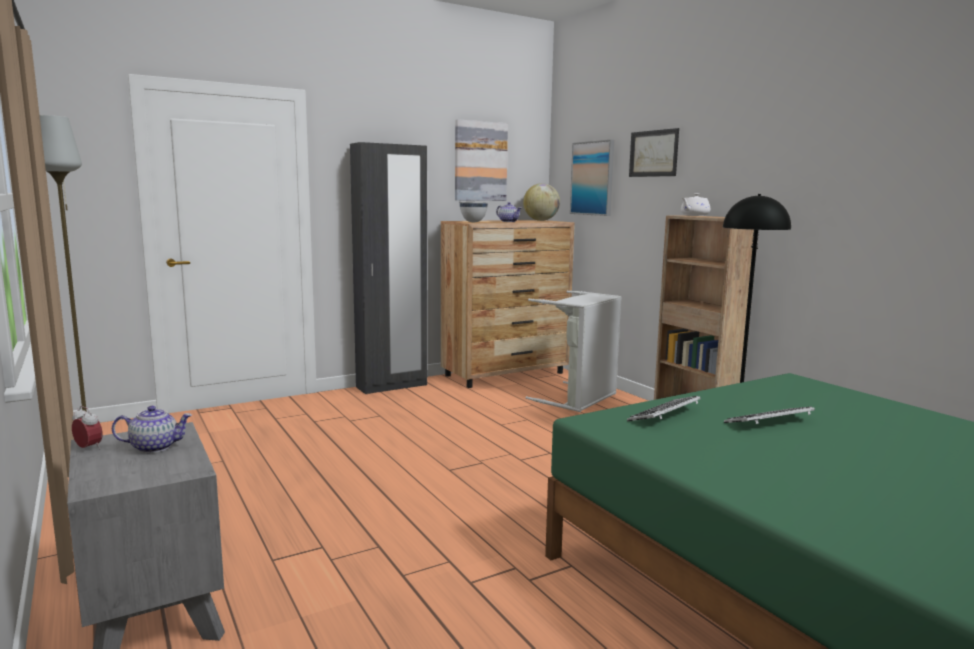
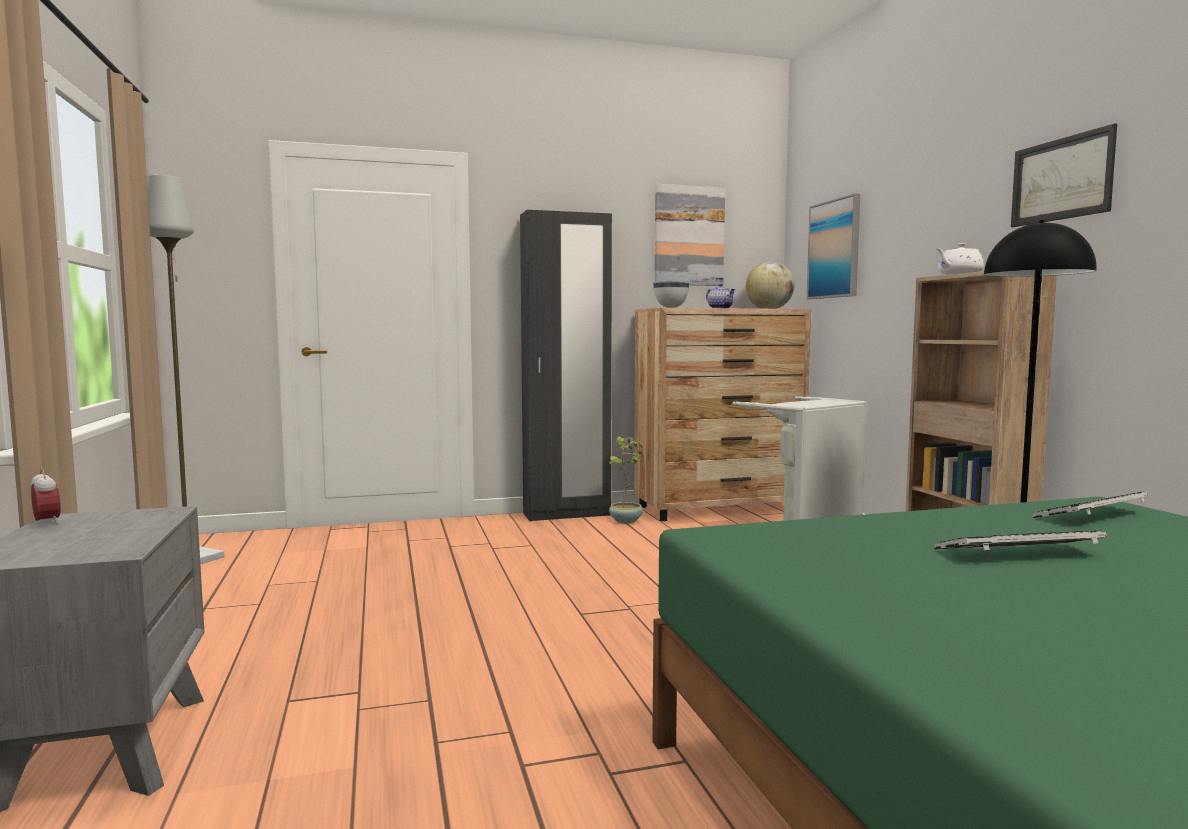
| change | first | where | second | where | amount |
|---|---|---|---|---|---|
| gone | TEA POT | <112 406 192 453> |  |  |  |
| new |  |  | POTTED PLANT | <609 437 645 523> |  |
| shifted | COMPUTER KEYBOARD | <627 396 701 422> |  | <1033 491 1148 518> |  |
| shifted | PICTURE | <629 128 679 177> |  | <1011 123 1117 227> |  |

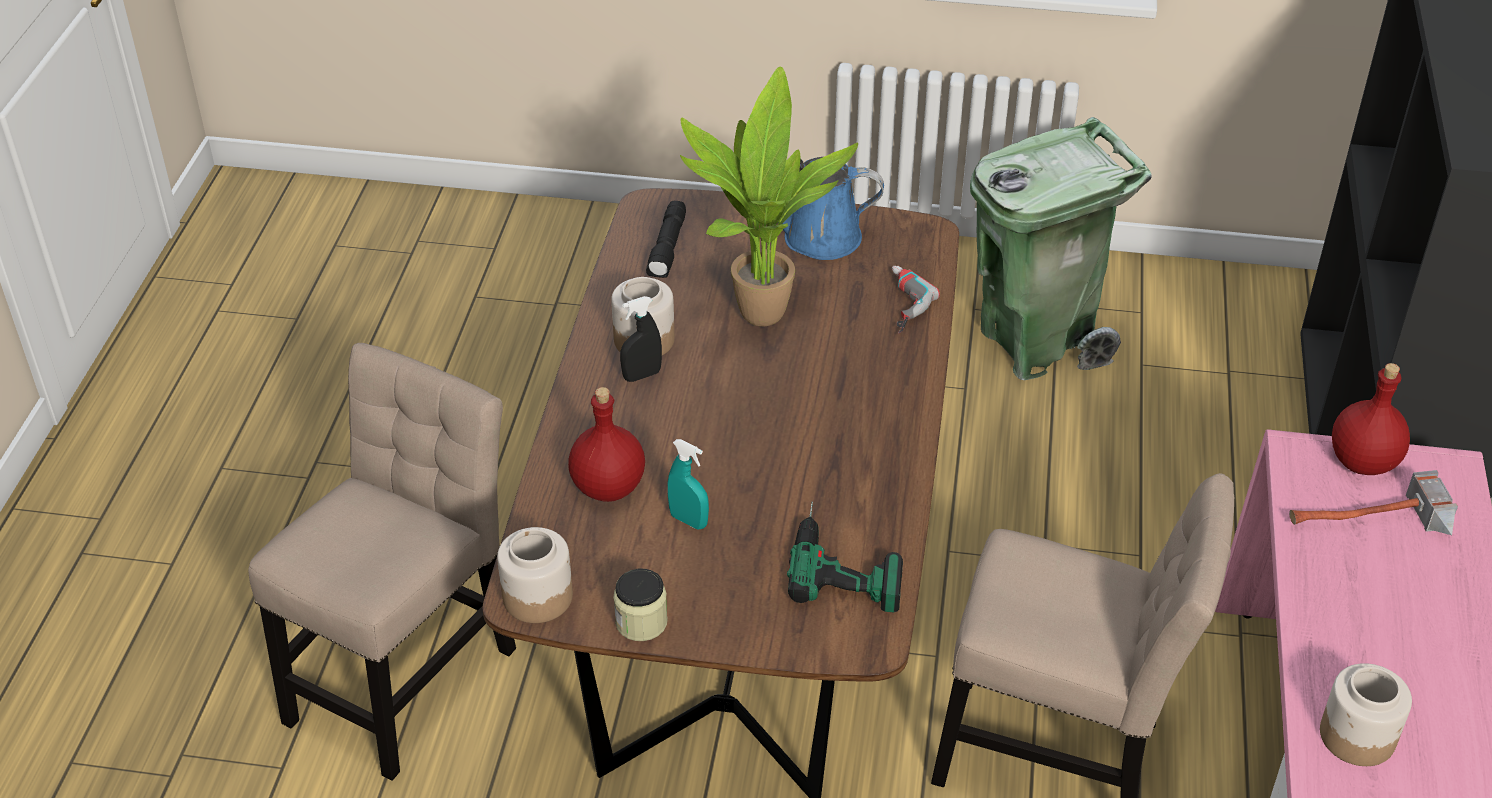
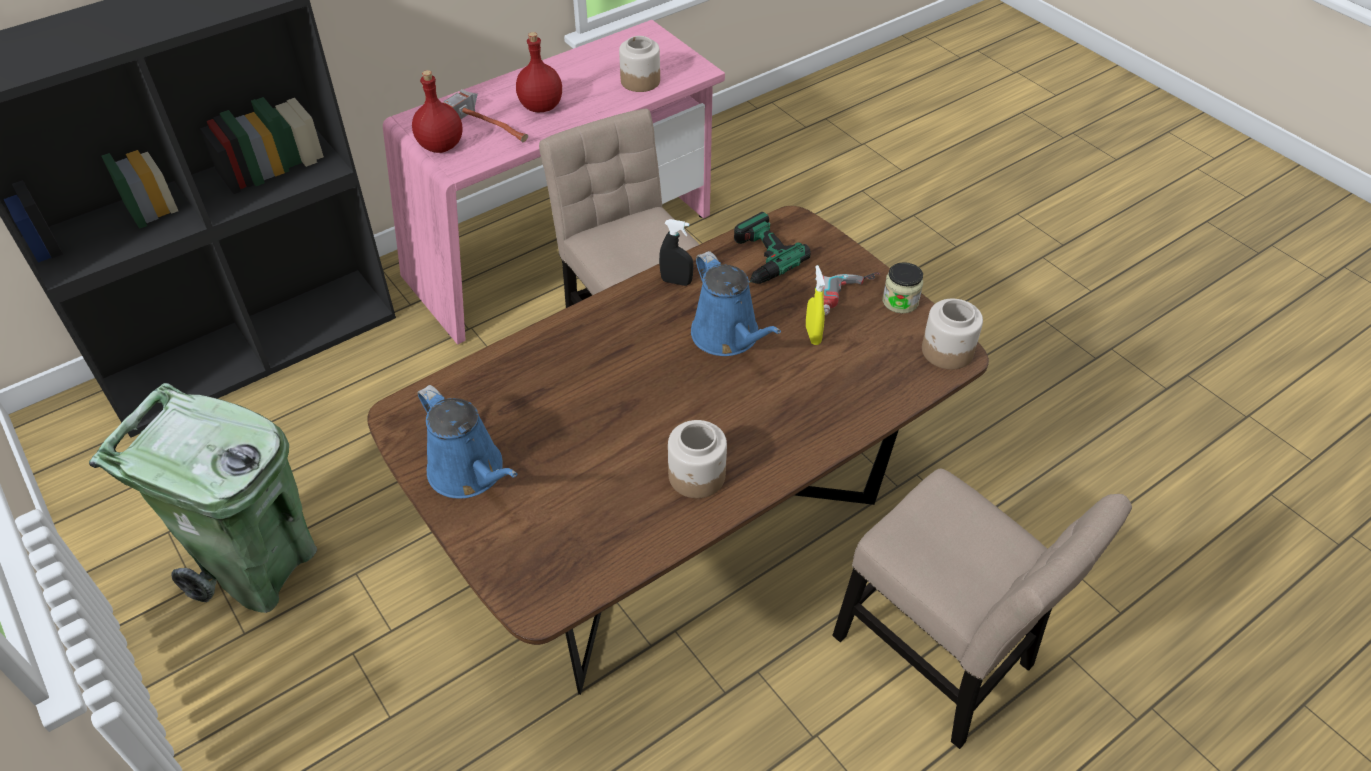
| change | first | where | second | where | amount |
|---|---|---|---|---|---|
| gone | BLACK HAND TORCH | <646 201 686 278> |  |  |  |
| gone | POTTED PLANT | <680 67 858 327> |  |  |  |
| new |  |  | BLUE SPRINKLING CAN | <691 251 781 356> |  |
| shifted | RED BEVERAGE BOTTLE | <568 387 645 502> |  | <516 32 562 112> |  |
| shifted | BLACK HAND SPRAYER | <620 296 662 382> |  | <659 219 693 286> |  |
| shifted | POWER DRILL | <892 266 940 334> |  | <823 272 880 315> |  |
| repainted | BLUE-GREEN HAND SPRAYER | <667 439 709 529> | YELLOW-COLOURED HAND SPRAYER | <806 265 825 345> |  |
| rotated | SAND-COLOURED UPRIGHT CHAIR | <248 343 516 781> |  | <832 468 1132 749> | 120 degrees counterclockwise |

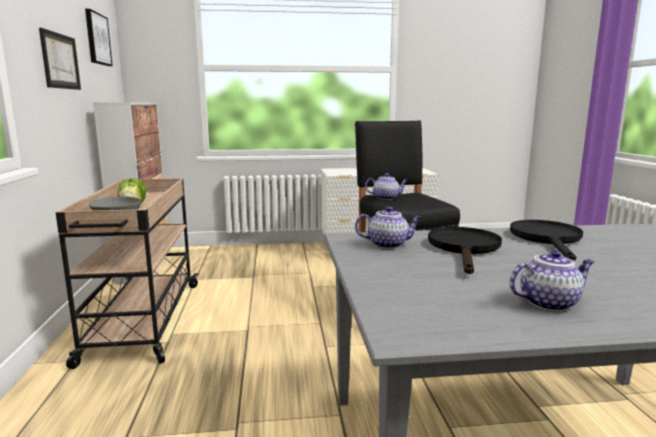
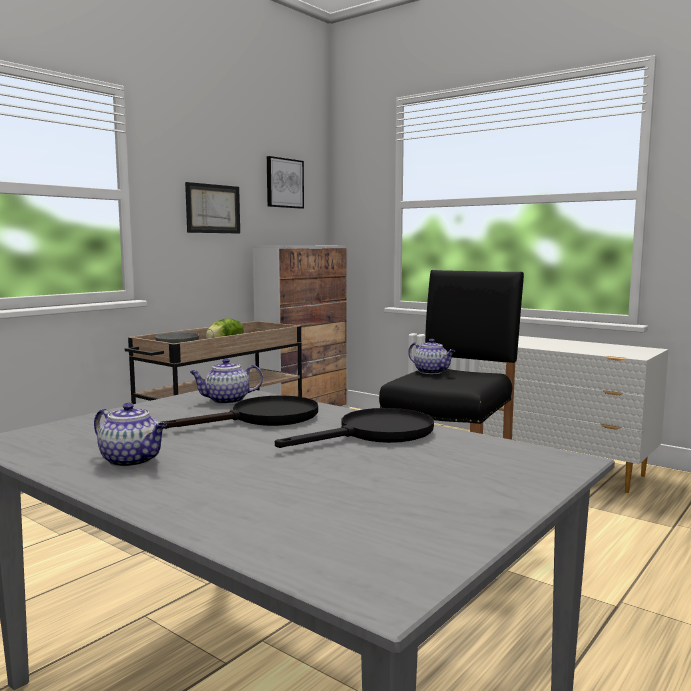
| change | first | where | second | where | amount |
|---|---|---|---|---|---|
| rotated | TEA POT | <355 206 422 249> |  | <189 358 263 404> | 120 degrees clockwise |

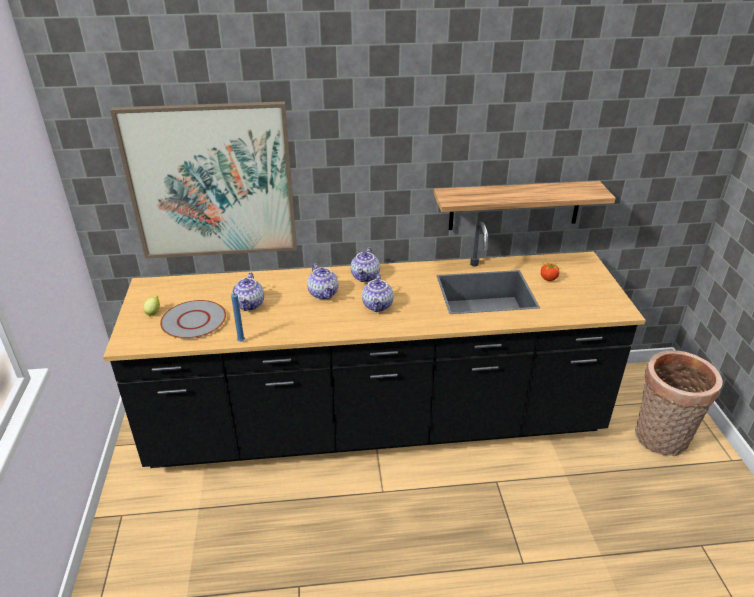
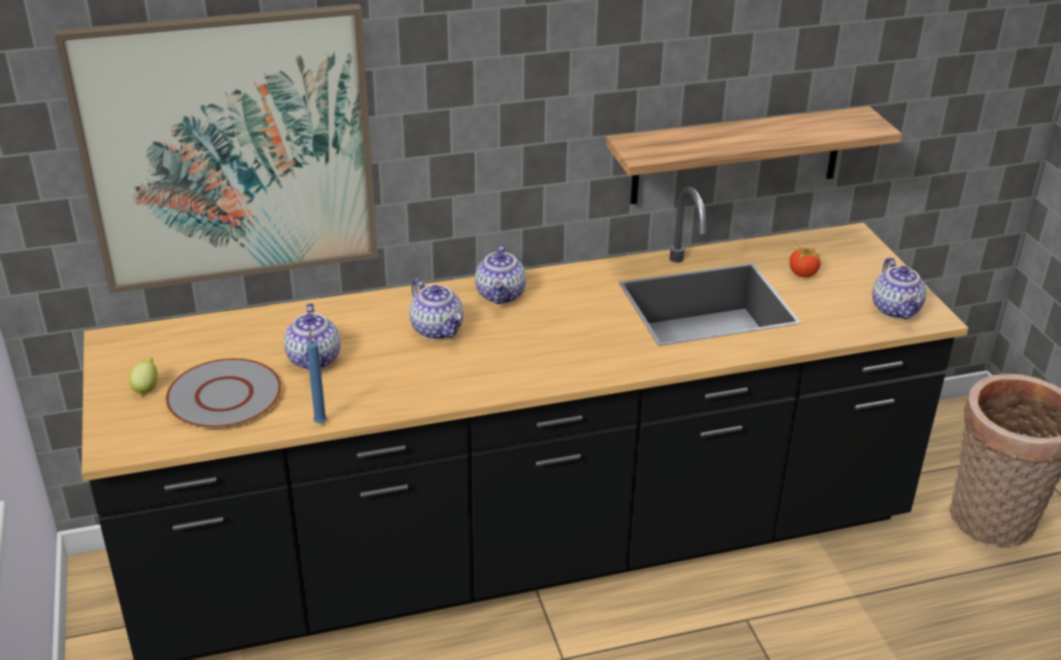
| change | first | where | second | where | amount |
|---|---|---|---|---|---|
| shifted | TEA POT | <362 274 394 312> |  | <872 257 926 319> |  |

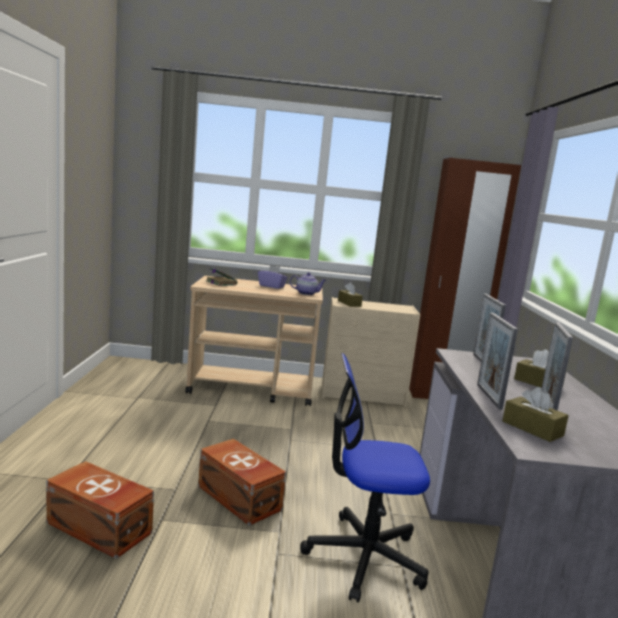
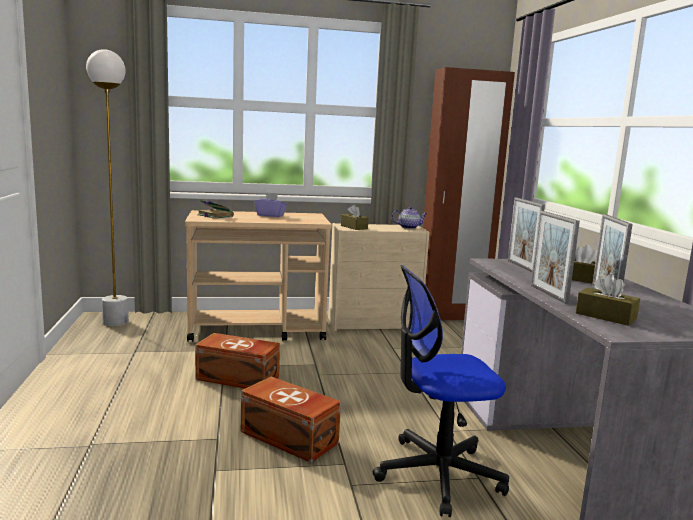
| change | first | where | second | where | amount |
|---|---|---|---|---|---|
| new |  |  | WHITISH STANDING LAMP | <86 49 129 327> |  |
| shifted | BROWNISH STORAGE BIN | <46 461 154 559> |  | <195 333 280 389> |  |
| shifted | TEA POT | <290 272 326 295> |  | <392 206 427 229> |  |

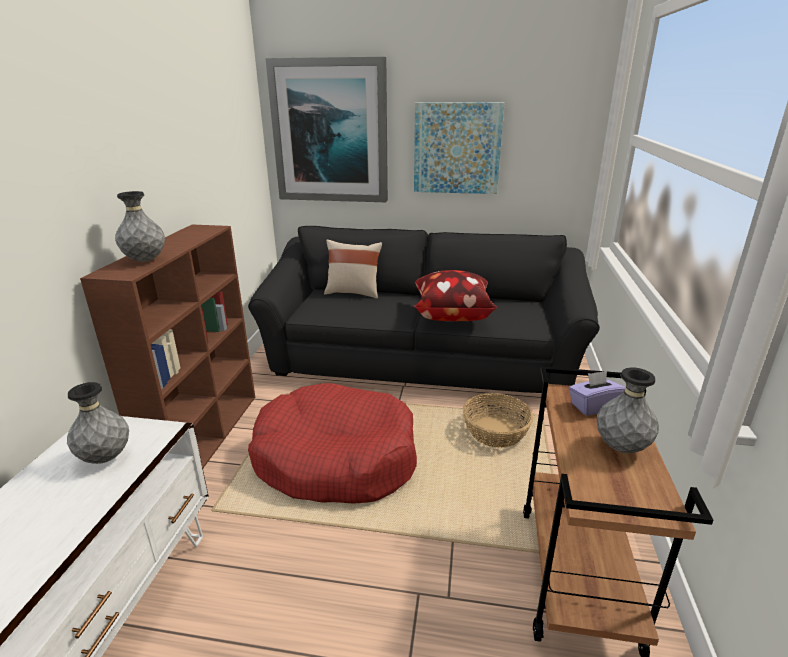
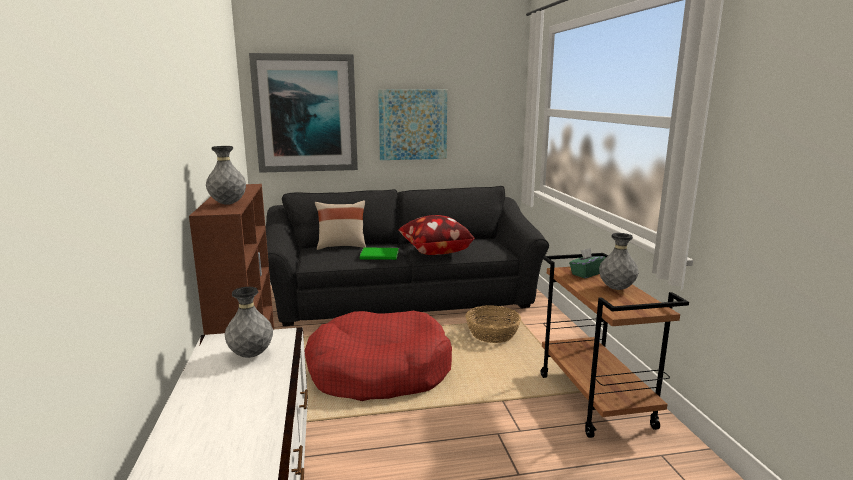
| change | first | where | second | where | amount |
|---|---|---|---|---|---|
| new |  |  | GREENISH VOLUME | <360 248 399 260> |  |
| repainted | PURPLISH BOX OF TISSUES | <569 371 625 416> | GREENISH BOX OF TISSUES | <569 248 606 278> |  |

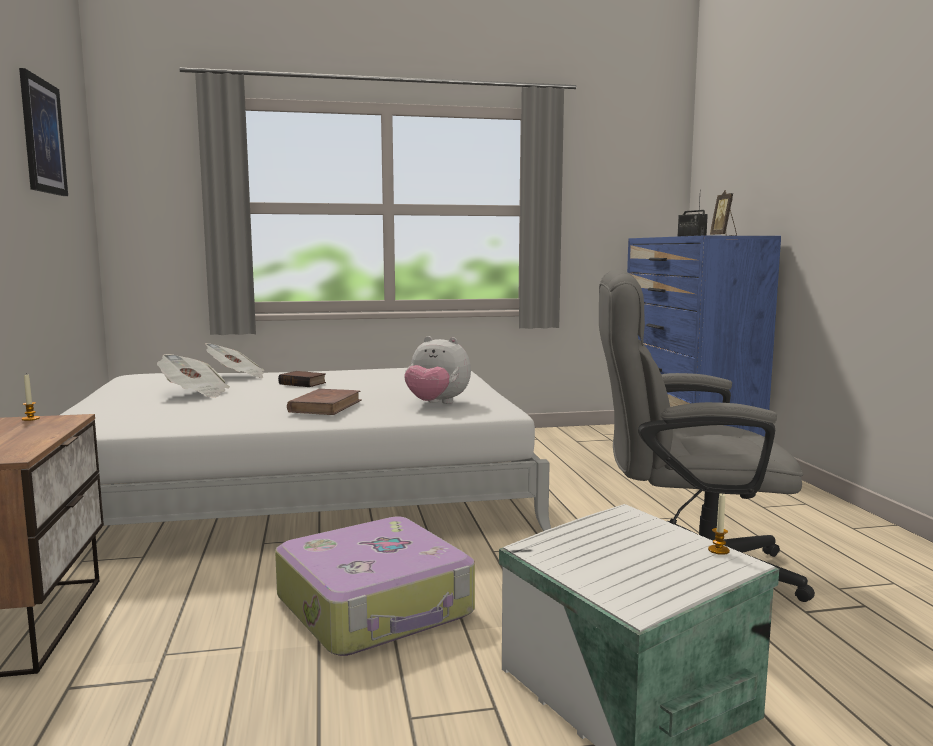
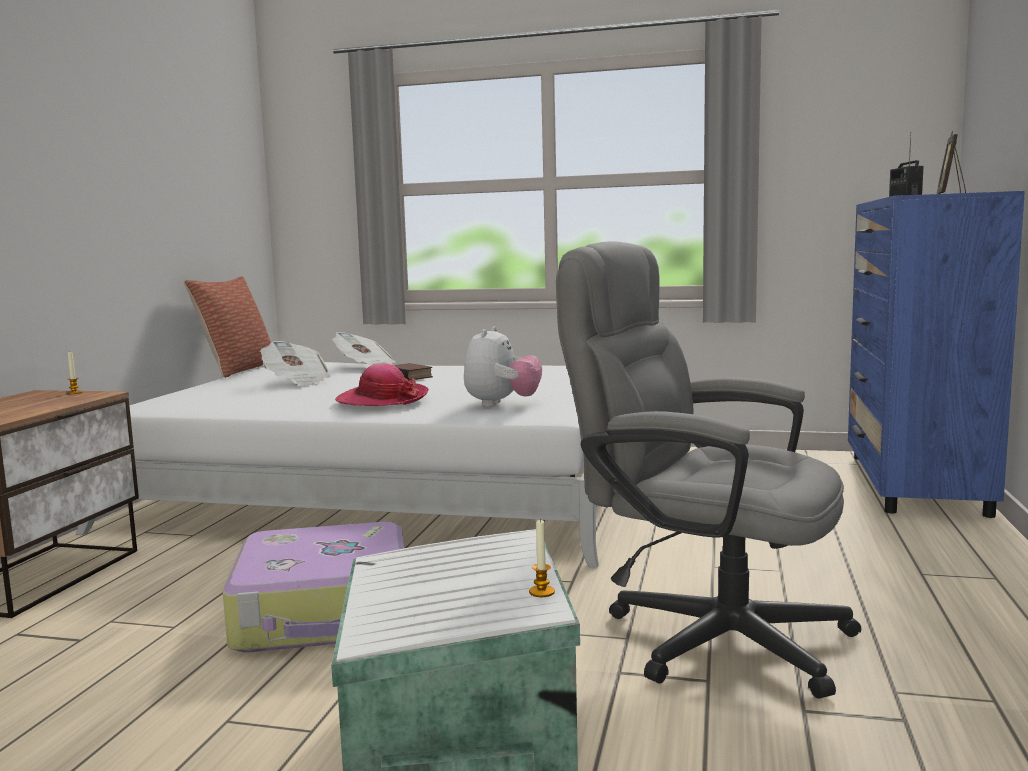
| change | first | where | second | where | amount |
|---|---|---|---|---|---|
| gone | PICTURE | <19 68 68 196> |  |  |  |
| new |  |  | PILLOW | <184 276 271 378> |  |
| swapped | BROWNISH VOLUME | <287 389 362 415> | HAT | <335 363 429 406> |  |
| rotated | PLUSH TOY | <404 336 471 404> |  | <464 326 542 407> | 120 degrees counterclockwise |

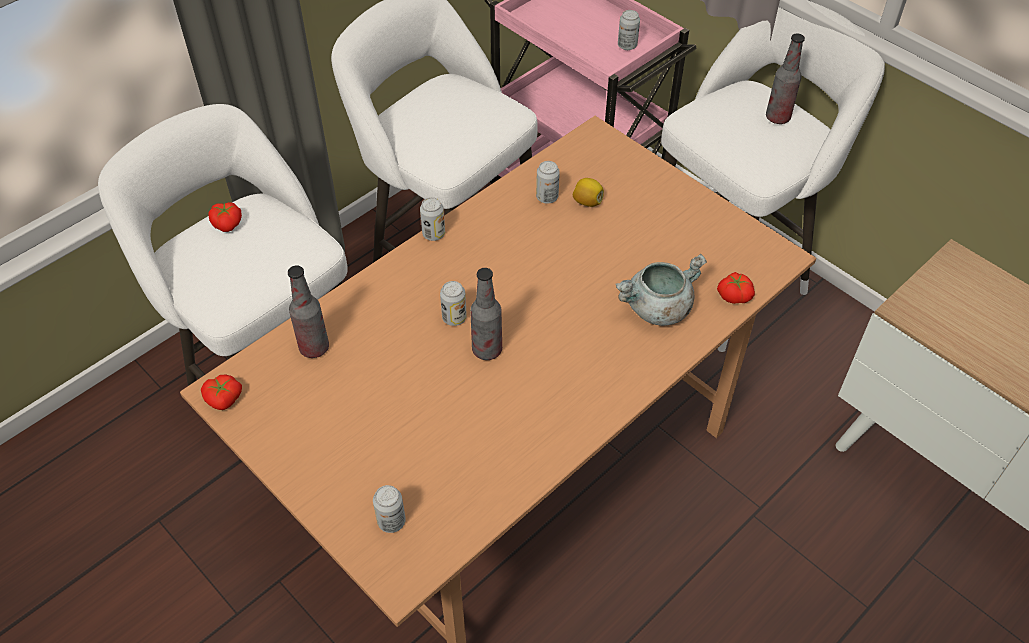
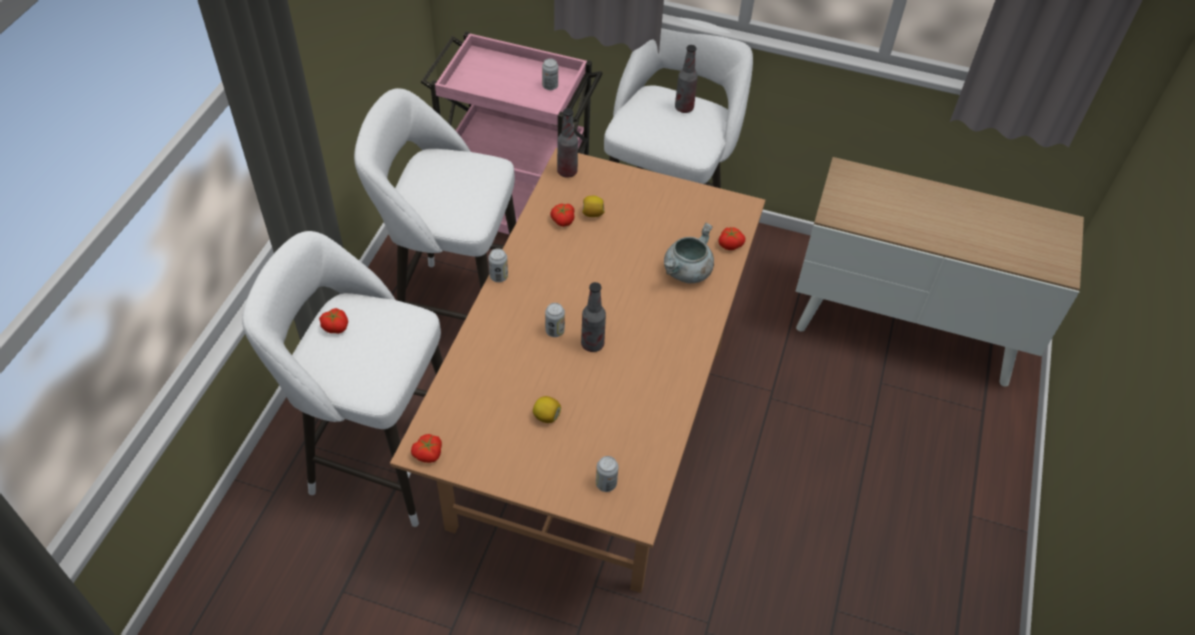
| change | first | where | second | where | amount |
|---|---|---|---|---|---|
| new |  |  | CITRUS FRUIT | <533 396 561 423> |  |
| shifted | BEVERAGE BOTTLE | <288 265 329 358> |  | <557 108 578 178> |  |
| swapped | METAL CAN | <536 161 560 204> | FRESH TOMATO | <550 204 575 227> |  |

